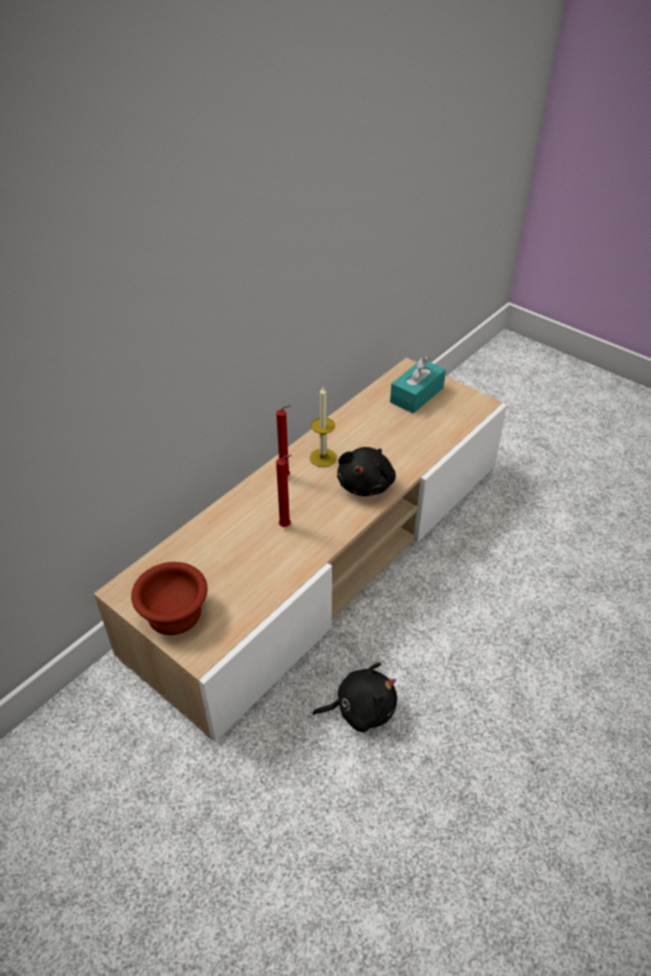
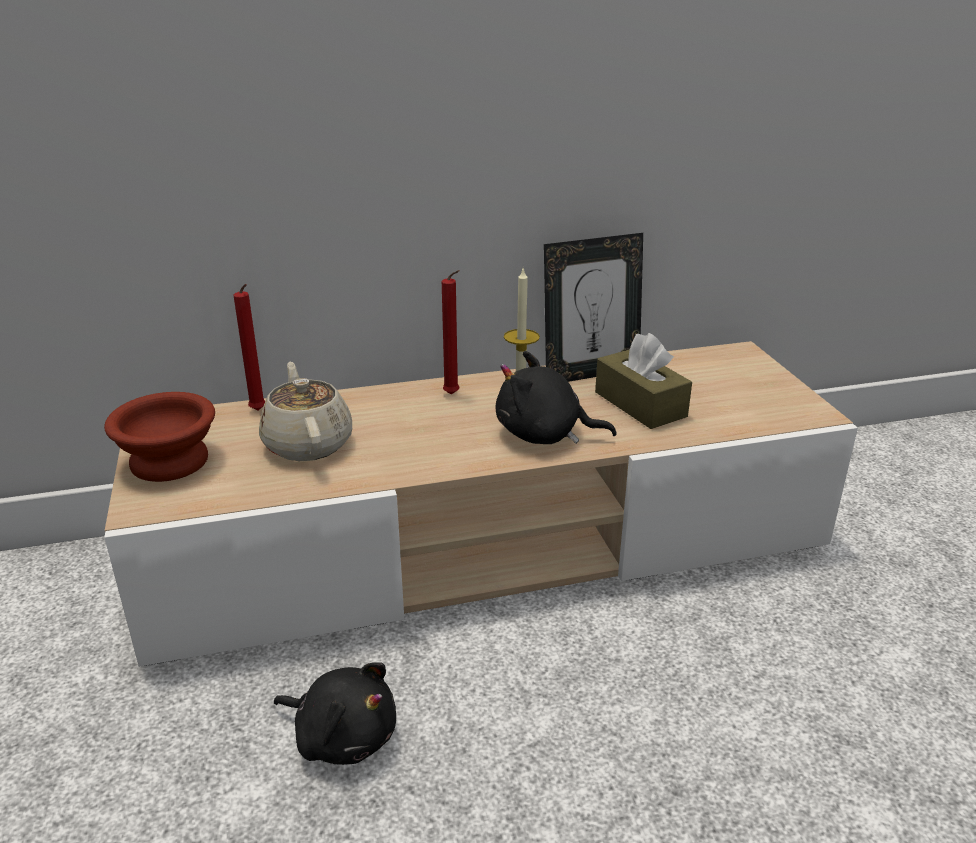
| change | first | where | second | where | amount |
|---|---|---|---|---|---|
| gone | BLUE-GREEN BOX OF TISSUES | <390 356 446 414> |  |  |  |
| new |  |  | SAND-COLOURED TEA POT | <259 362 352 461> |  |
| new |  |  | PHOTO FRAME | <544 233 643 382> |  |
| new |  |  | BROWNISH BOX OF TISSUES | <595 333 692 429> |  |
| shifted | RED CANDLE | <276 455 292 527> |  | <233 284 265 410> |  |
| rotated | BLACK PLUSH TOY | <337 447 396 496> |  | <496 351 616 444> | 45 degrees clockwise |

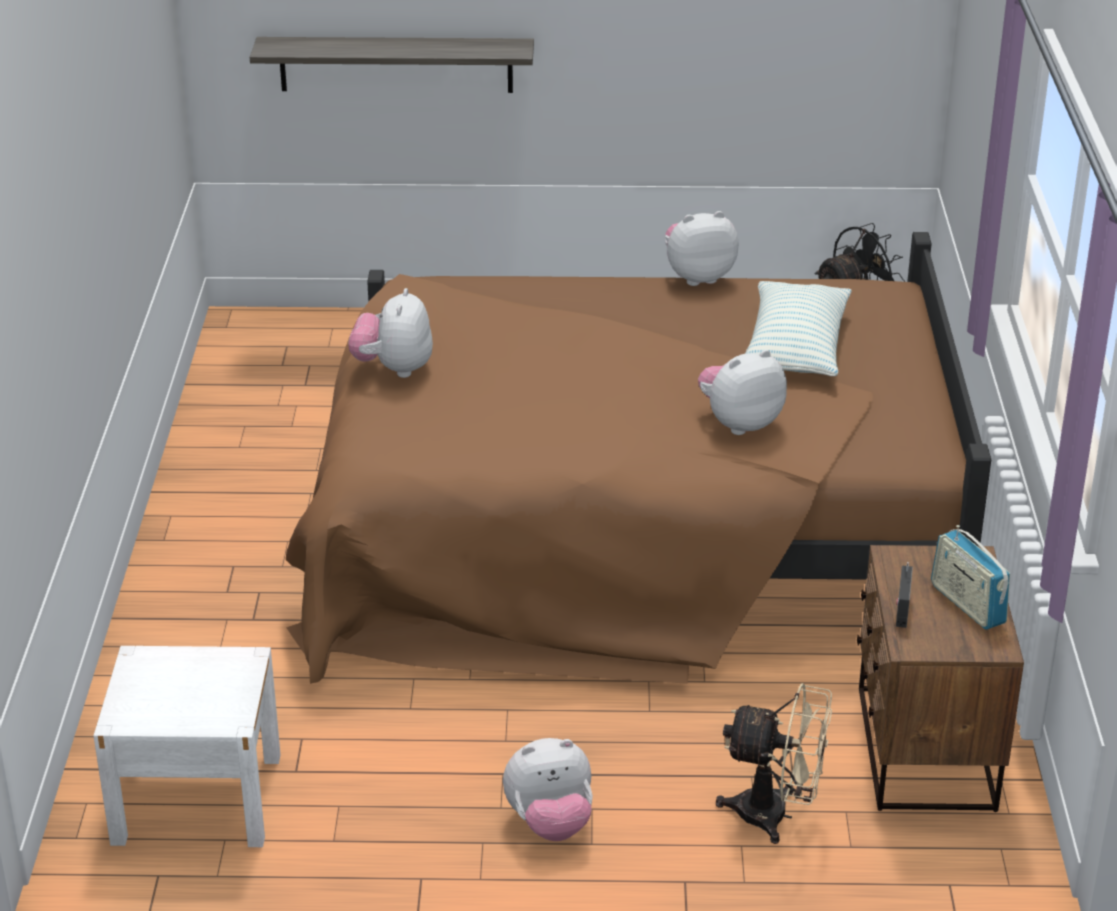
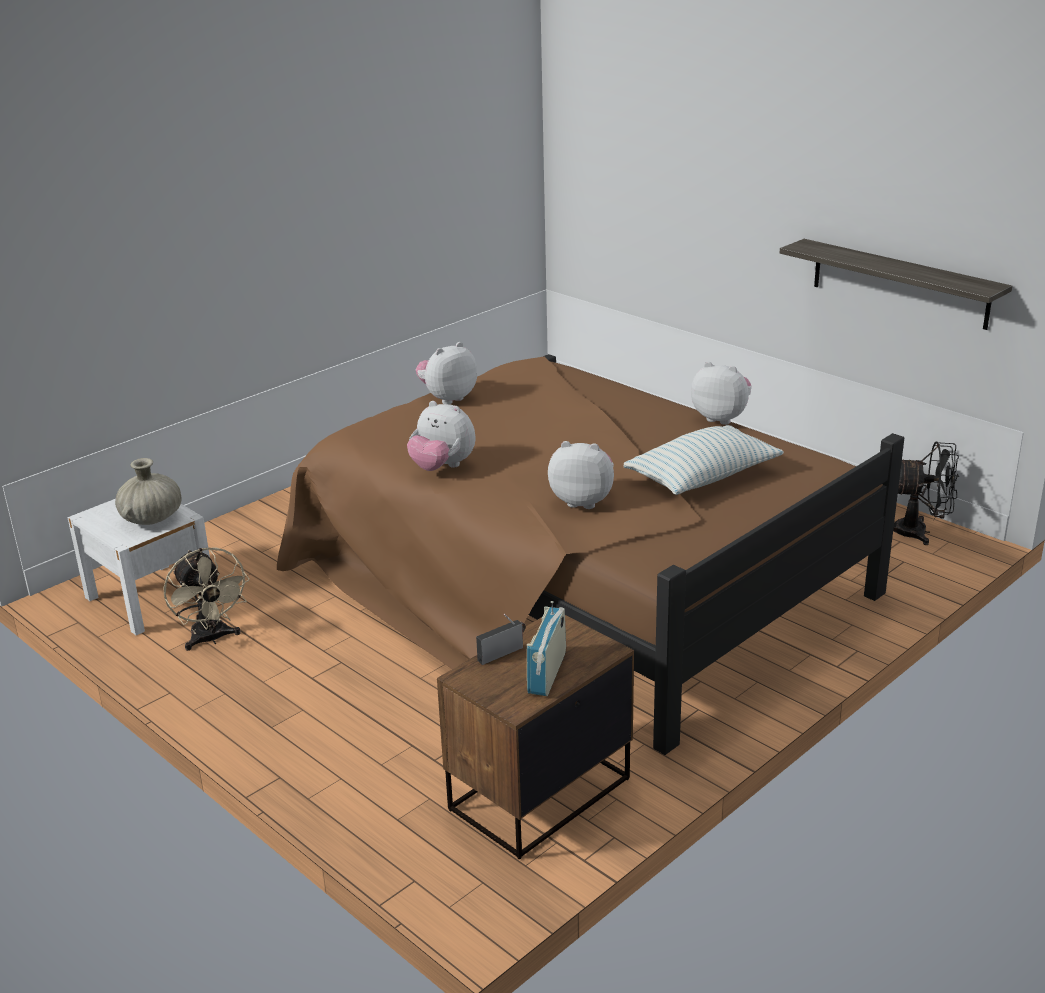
| change | first | where | second | where | amount |
|---|---|---|---|---|---|
| new |  |  | SAND-COLOURED FLOWER VASE | <115 458 182 525> |  |
| shifted | SHELF | <250 37 534 93> |  | <780 239 1012 330> |  |
| shifted | PLUSH TOY | <503 738 593 841> |  | <407 401 476 471> |  |
| shifted | SAND-COLOURED ELECTRIC FAN | <716 683 832 844> |  | <163 547 250 651> |  |

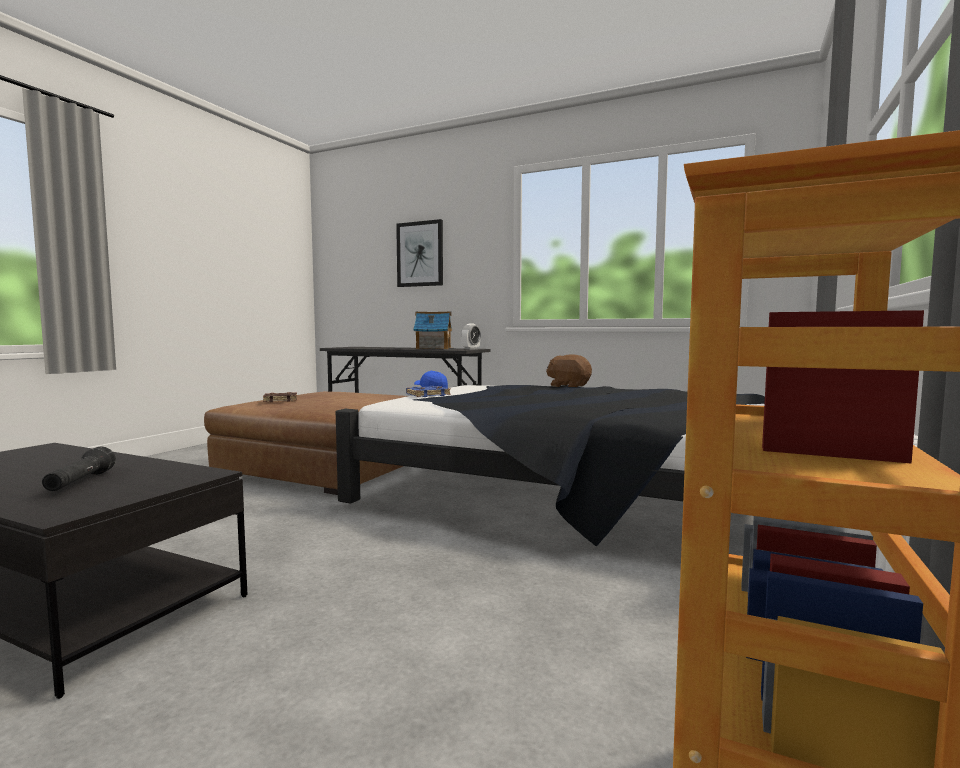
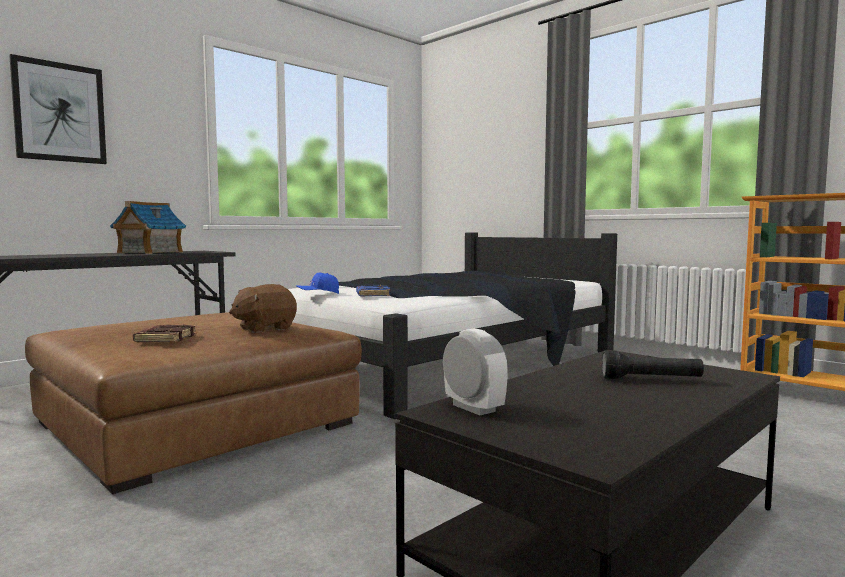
| change | first | where | second | where | amount |
|---|---|---|---|---|---|
| shifted | ALARM CLOCK | <461 324 481 350> |  | <443 329 508 415> |  |
| shifted | BROWNISH PLUSH TOY | <546 354 592 387> |  | <229 284 297 333> |  |

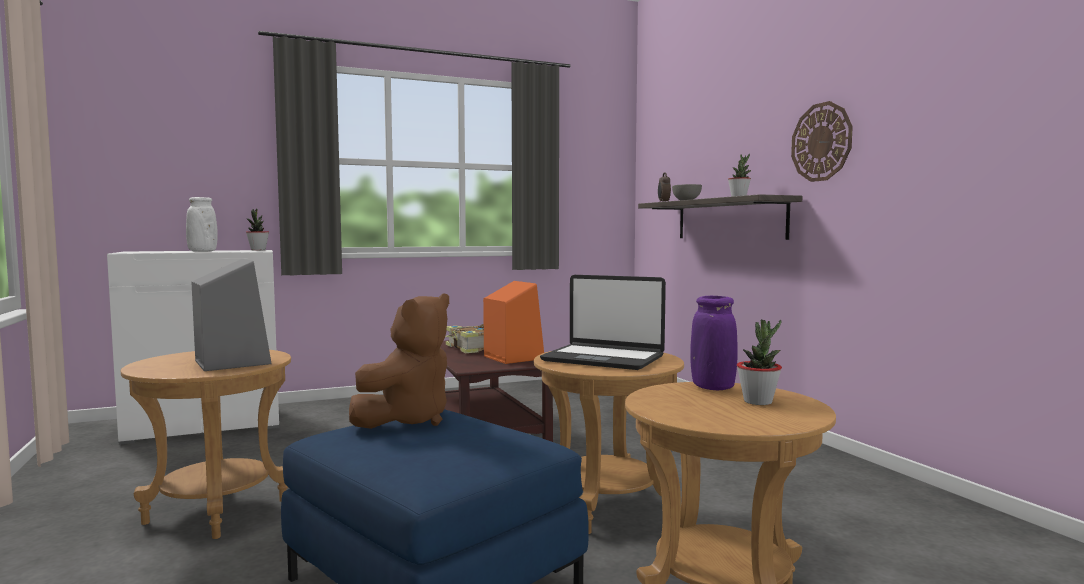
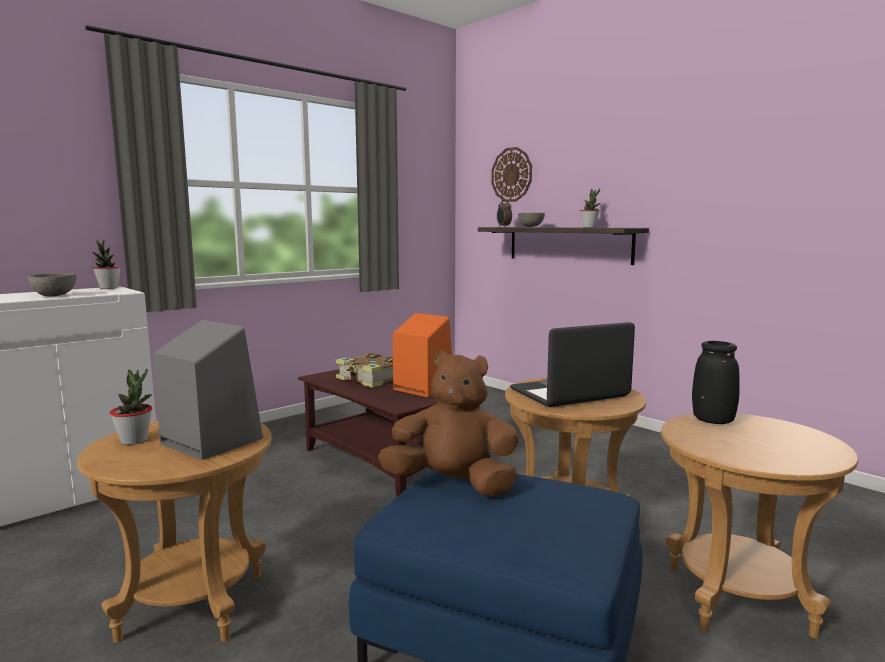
| change | first | where | second | where | amount |
|---|---|---|---|---|---|
| shifted | POTTED PLANT | <737 320 782 405> |  | <110 369 152 445> |  |
| shifted | HANGING CLOCK | <791 101 853 182> |  | <491 147 532 202> |  |
| swapped | WHITISH FLOWER VASE | <186 197 218 252> | GREY SERVING BOWL | <28 273 76 296> |  |
| repainted | PURPLISH FLOWER VASE | <690 296 738 390> | BLACK FLOWER VASE | <692 341 740 424> |  |
| rotated | BROWNISH PLUSH TOY | <349 293 449 429> |  | <378 350 519 497> | 90 degrees counterclockwise |
| rotated | NOTEBOOK COMPUTER | <540 275 666 370> |  | <510 322 635 407> | 150 degrees clockwise |

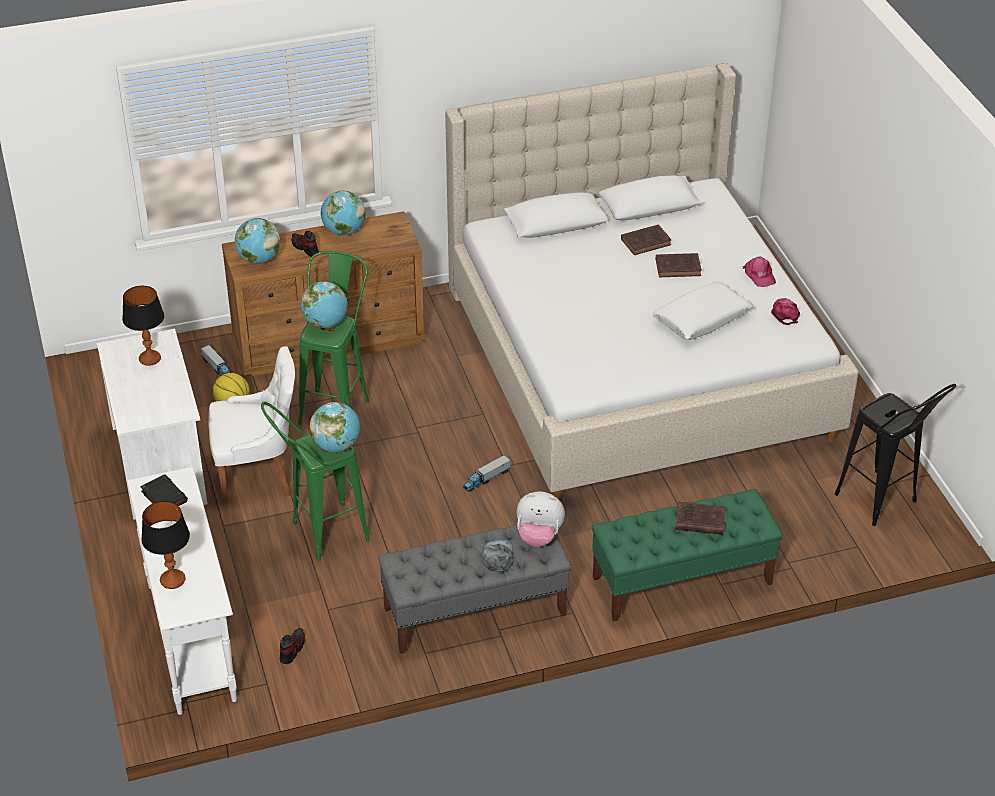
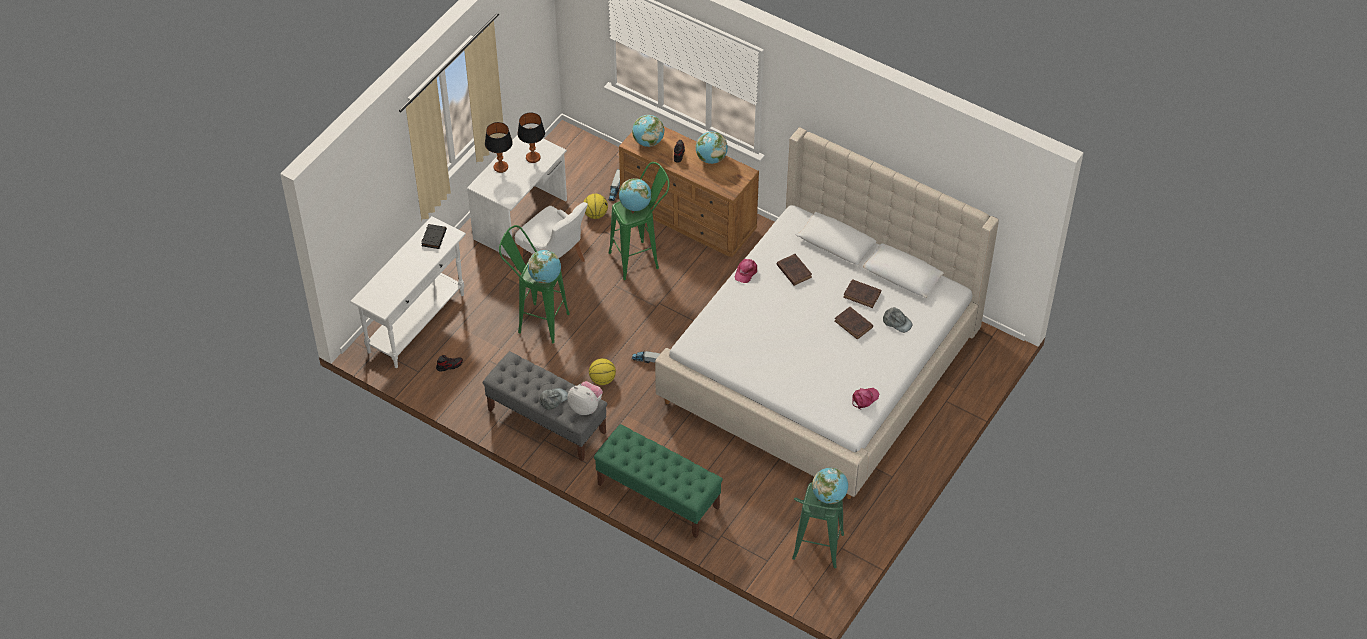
| change | first | where | second | where | amount |
|---|---|---|---|---|---|
| gone | WHITISH PILLOW | <653 282 753 340> |  |  |  |
| new |  |  | BASKETBALL | <589 358 616 385> |  |
| new |  |  | GLOBE | <812 468 848 504> |  |
| new |  |  | GREY BASEBALL CAP | <883 307 912 333> |  |
| shifted | TABLE LAMP | <141 501 190 589> |  | <485 122 513 173> |  |
| shifted | BROWNISH VOLUME | <675 502 726 535> |  | <777 254 812 286> |  |
| shifted | PINKISH BASEBALL CAP | <743 256 776 287> |  | <735 259 757 283> |  |
| repainted | BLACK SITTING STOOL | <835 384 956 526> | GREENISH SITTING STOOL | <792 482 844 568> |  |
| rotated | PLUSH TOY | <517 492 565 547> |  | <567 381 603 415> | 150 degrees clockwise |

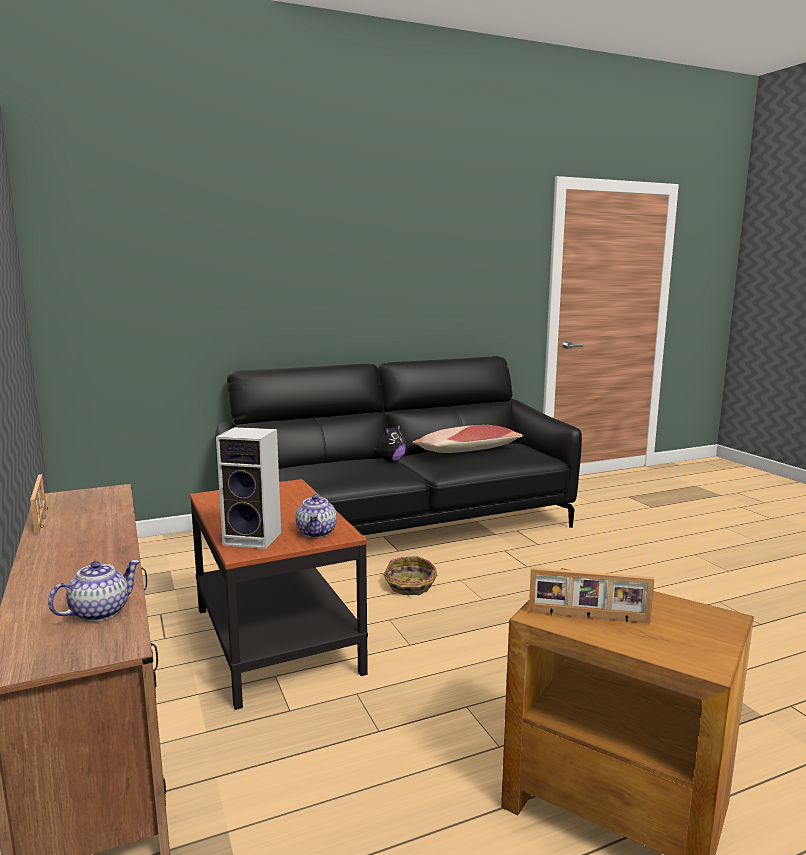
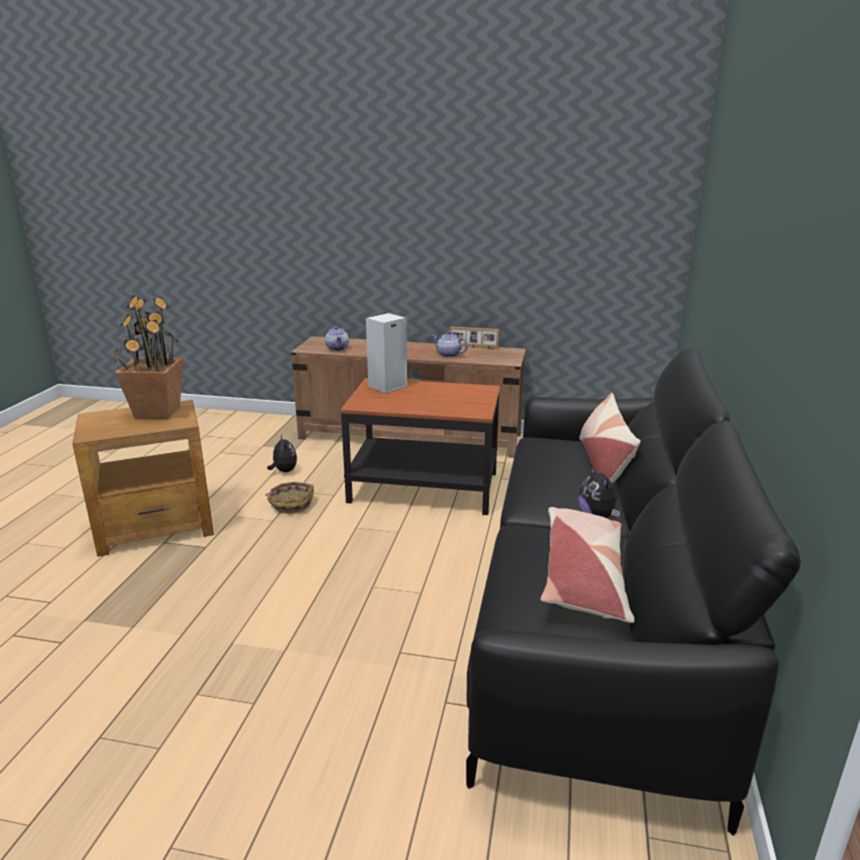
| change | first | where | second | where | amount |
|---|---|---|---|---|---|
| new |  |  | PLUSH TOY | <267 435 297 472> |  |
| new |  |  | PILLOW | <579 393 641 483> |  |
| shifted | TEA POT | <295 493 337 538> |  | <432 331 468 357> |  |
| shifted | BASKET | <384 556 437 595> |  | <266 482 314 514> |  |
| swapped | PHOTO FRAME | <529 567 654 623> | POTTED PLANT | <115 295 183 419> |  |

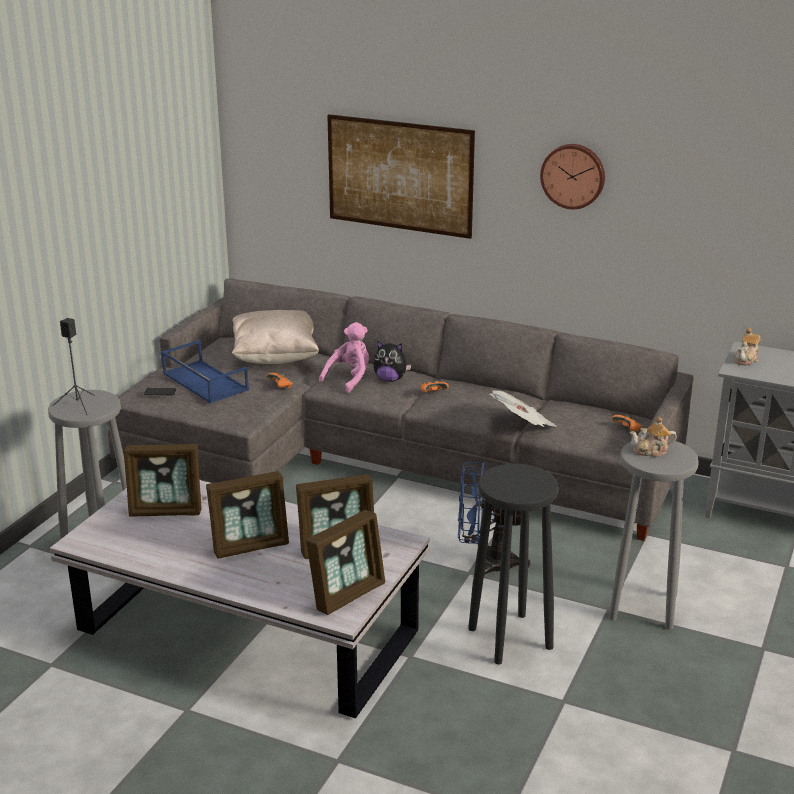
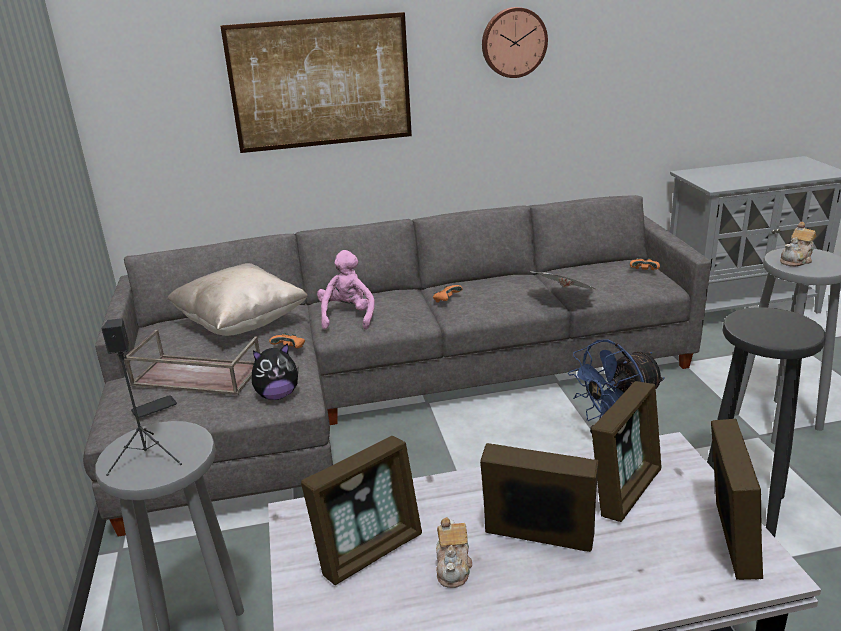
| change | first | where | second | where | amount |
|---|---|---|---|---|---|
| shifted | PLUSH TOY | <373 340 412 382> |  | <252 343 299 400> |  |
| shifted | TEA POT | <734 328 761 365> |  | <436 517 472 588> |  |
| repainted | BLUE TRAY | <161 340 249 404> | BROWNISH TRAY | <124 330 260 395> |  |
| rotated | PHOTO FRAME | <206 471 289 559> |  | <480 443 599 552> | 105 degrees counterclockwise |

